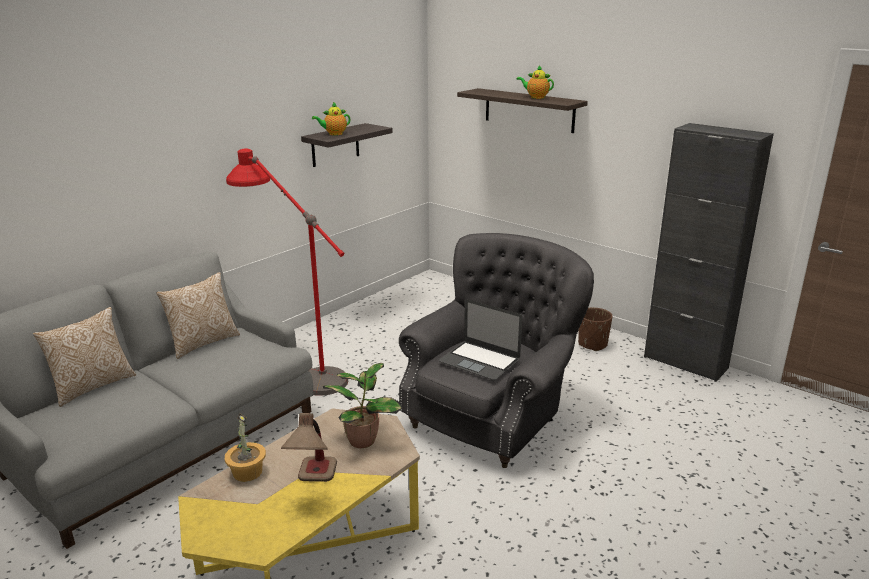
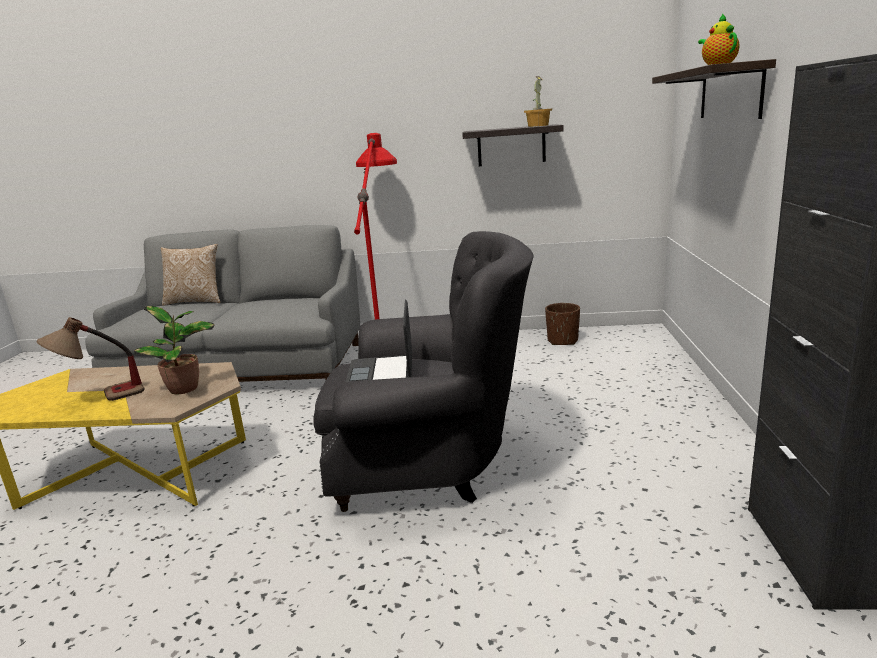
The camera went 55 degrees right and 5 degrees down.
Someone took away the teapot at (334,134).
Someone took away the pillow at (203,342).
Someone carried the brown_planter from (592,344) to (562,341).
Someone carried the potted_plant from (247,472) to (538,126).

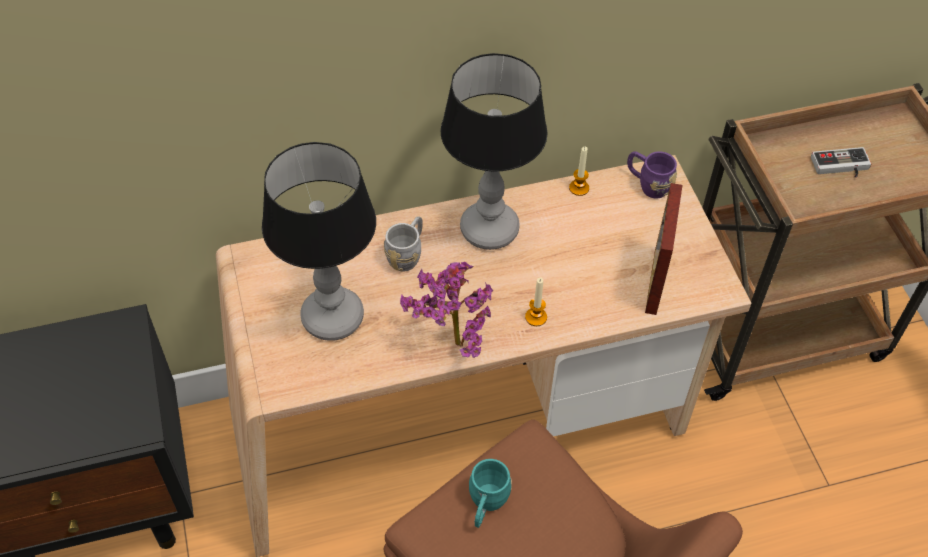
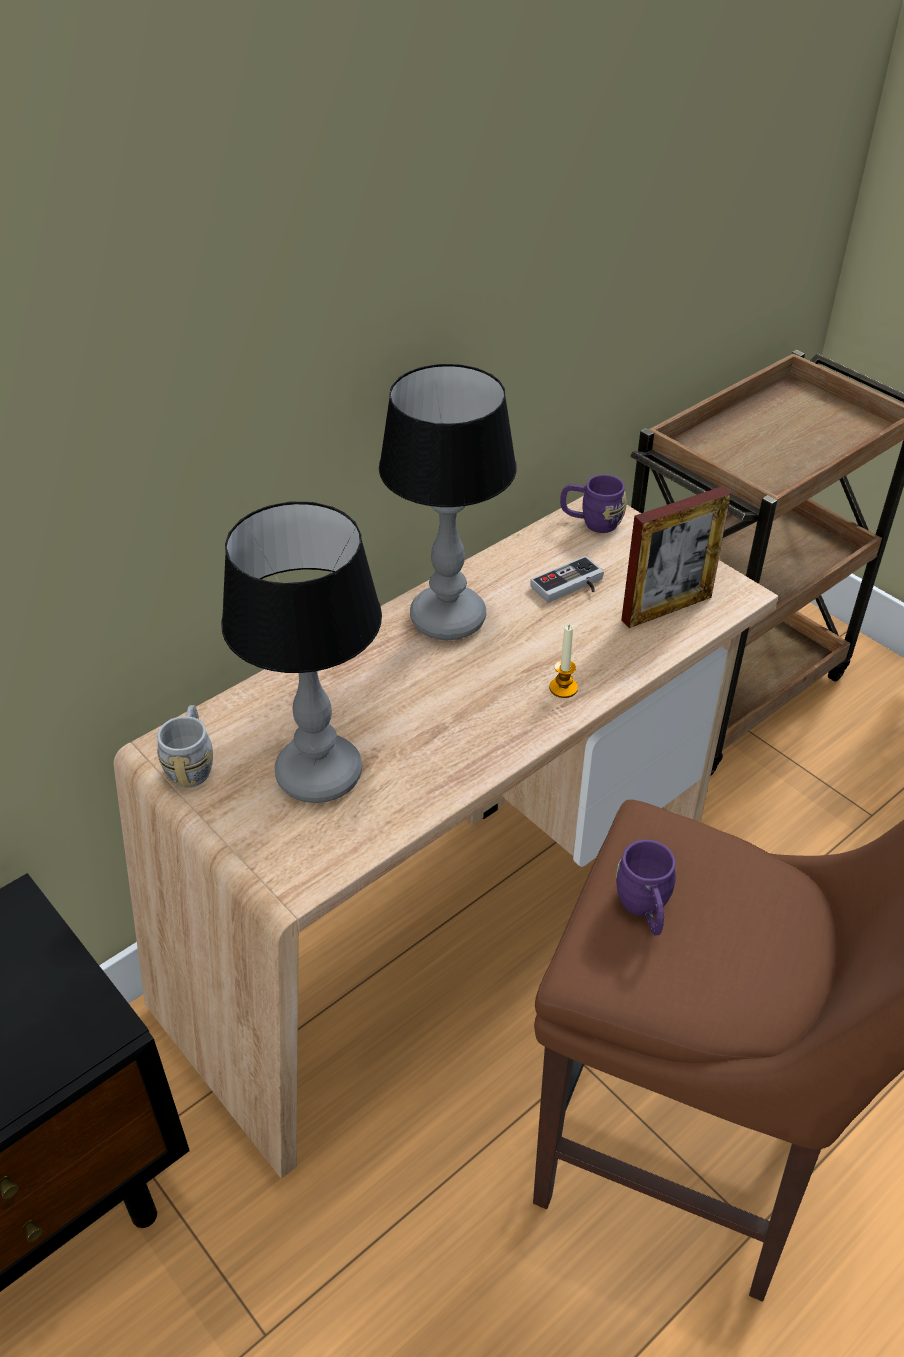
The camera went 25 degrees left and 10 degrees down.
Someone took away the candle at (579,188).
Someone carried the game_controller from (841,167) to (571,587).
Someone rotated the picture_frame at (655,281) by 105 degrees counterclockwise.
Someone carried the grey_mug from (407,254) to (192,763).
Someone took away the potted_plant at (451,341).
Someone repainted the turquoise_mug at (486,505), which became the purple_mug at (645,910).

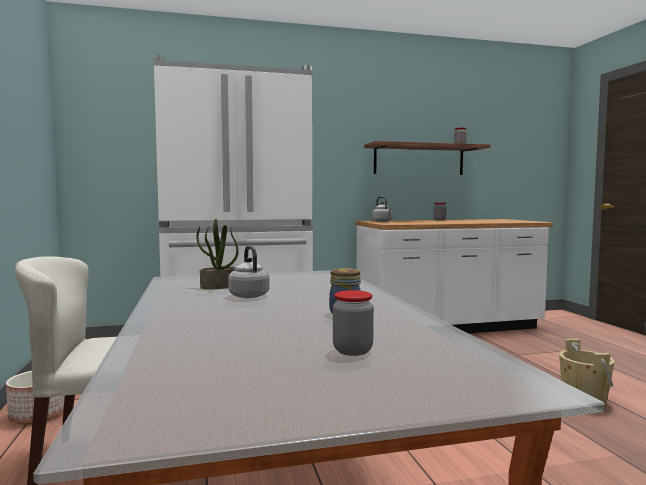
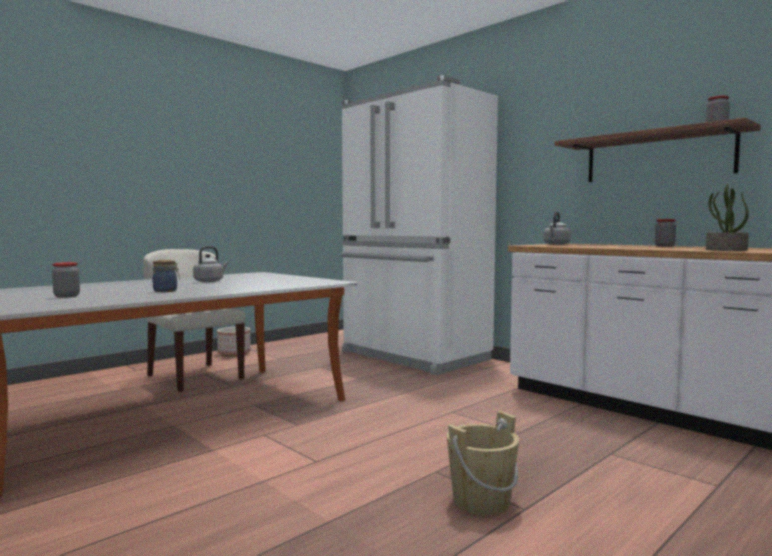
The camera went 60 degrees right and 0 degrees up.
Someone carried the potted_plant from (218,287) to (725,250).

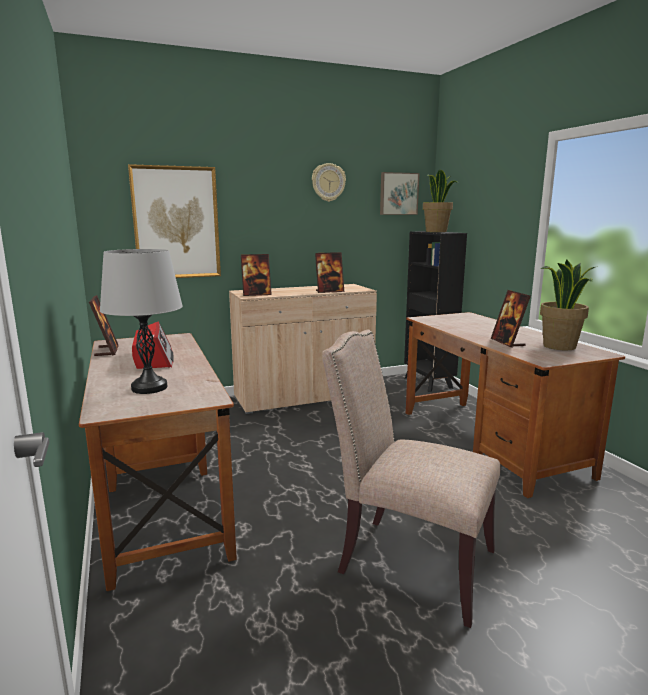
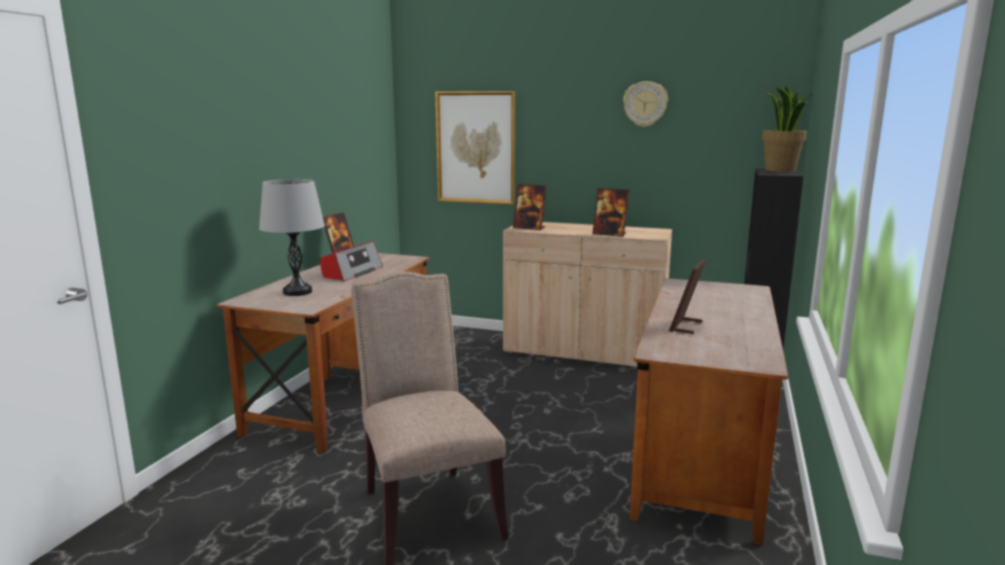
The camera went 40 degrees right and 0 degrees up.
Someone took away the picture at (398,194).
Someone took away the potted_plant at (559,346).

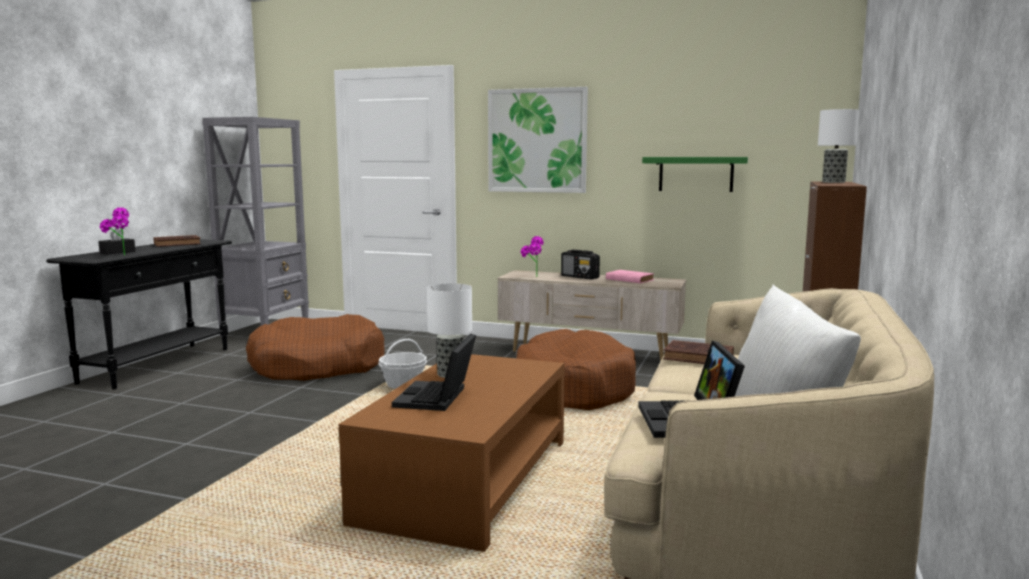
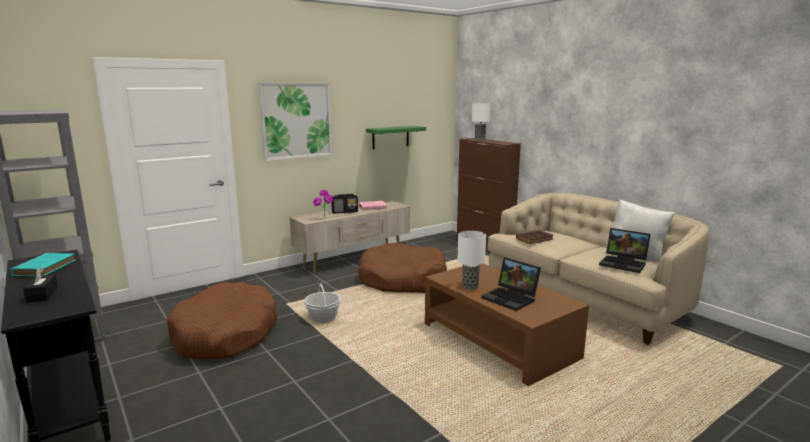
The camera went 55 degrees left and 5 degrees up.
Someone took away the potted_plant at (119,256).
Someone repainted the brown_book at (178,244), which became the turquoise_book at (46,267).

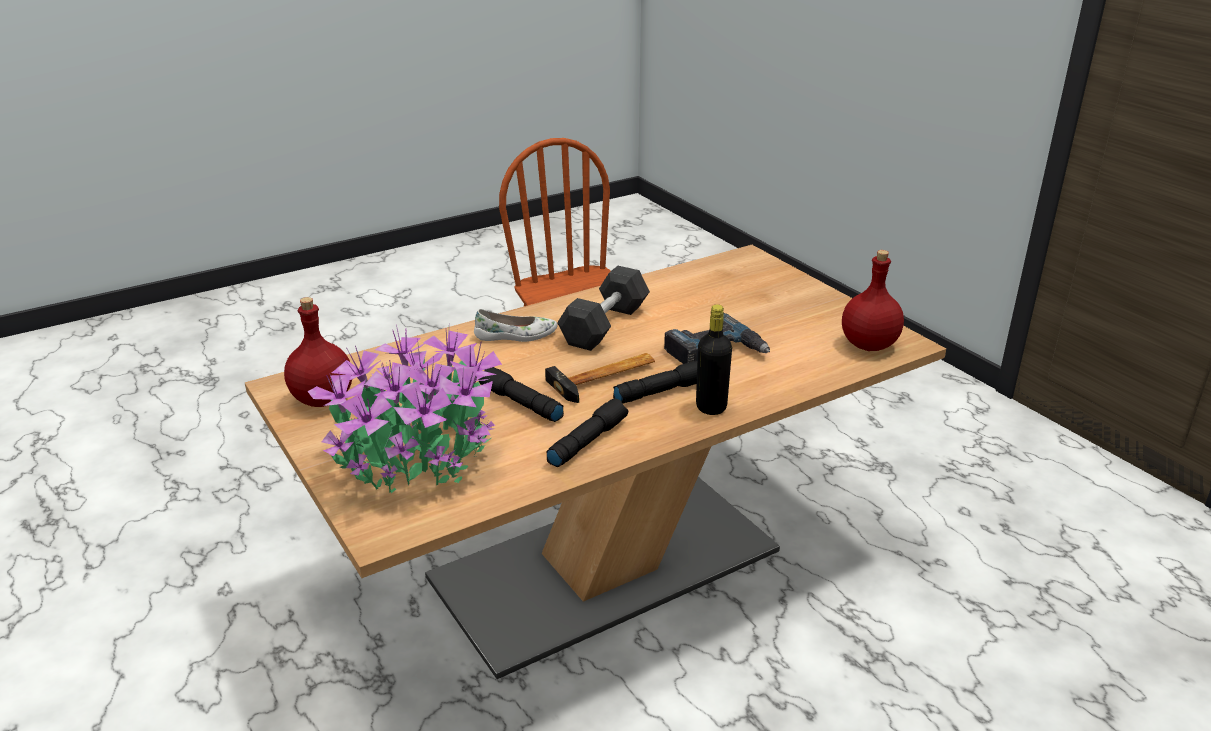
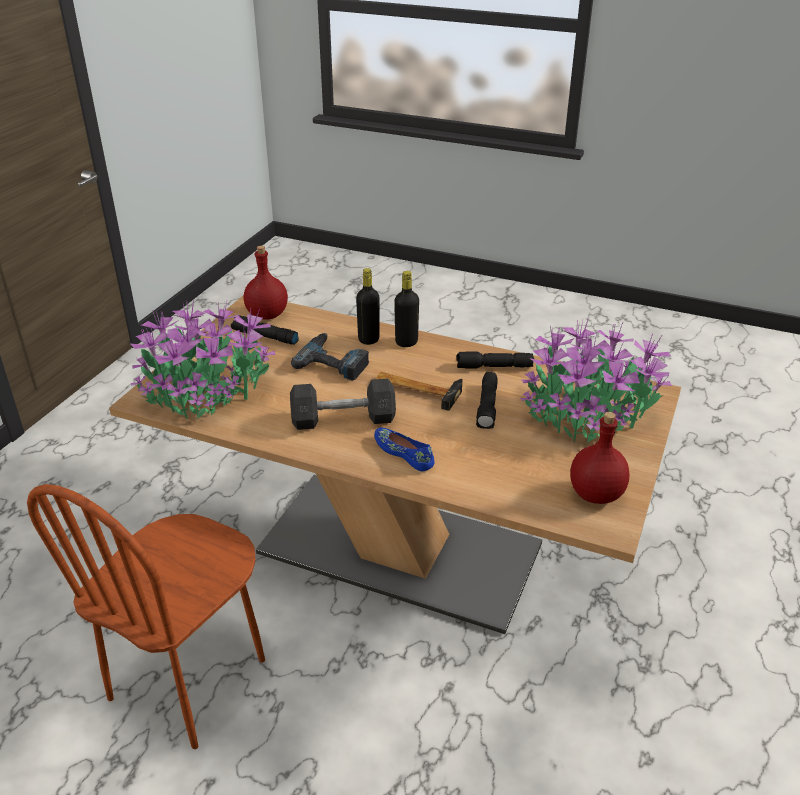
The camera went 125 degrees left and 5 degrees up.
Someone repainted the white_shoe at (516,335), which became the blue_shoe at (404,453).
Someone carried the black_flashlight from (661,391) to (264,337).
Someone put down the black_bottle at (368,339).
Someone put down the potted_plant at (207,393).

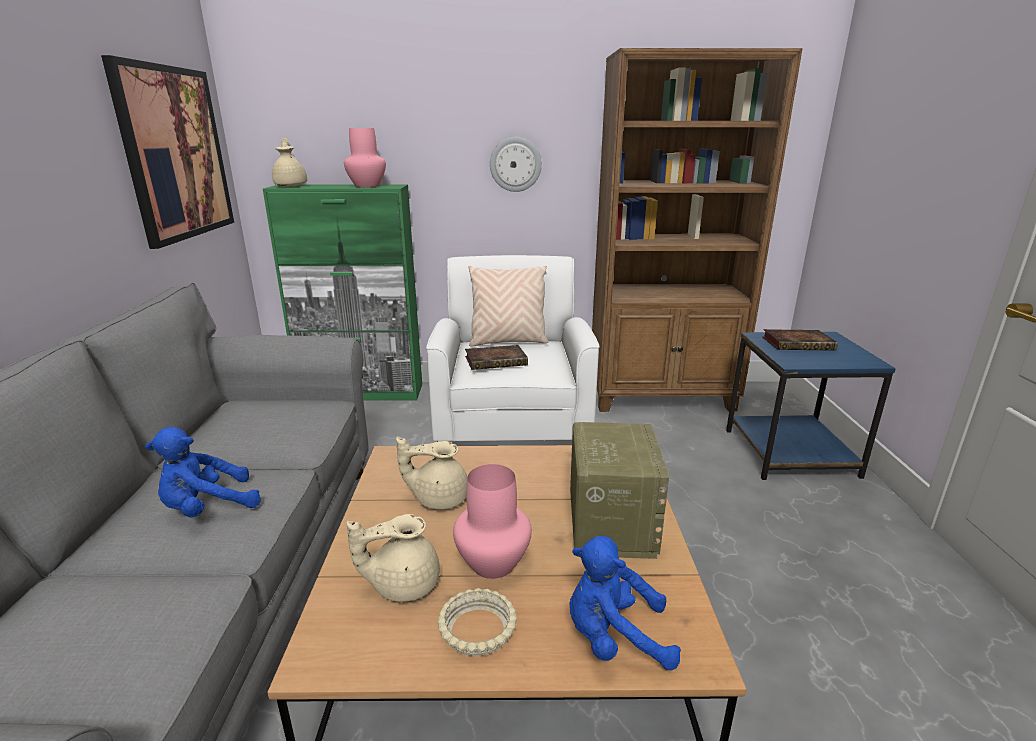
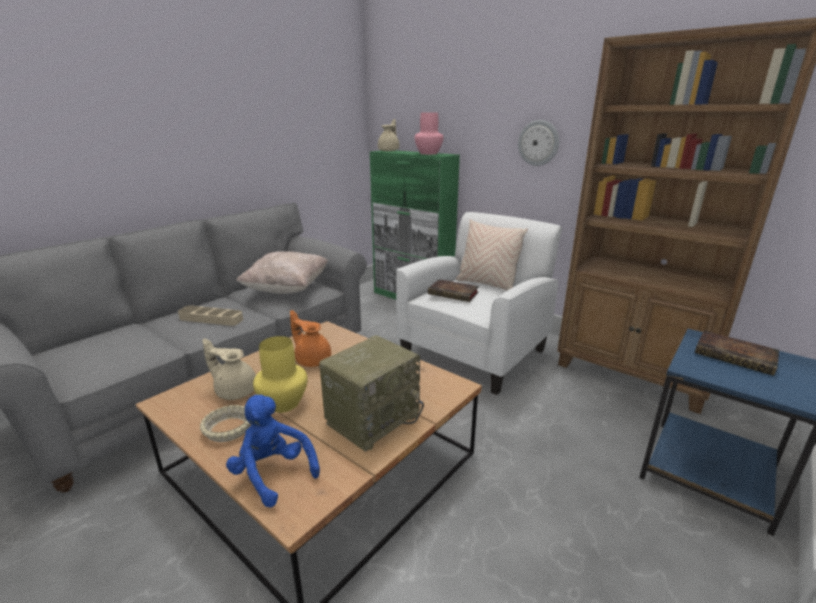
The camera went 40 degrees right and 0 degrees up.
Someone took away the picture at (175,154).
Someone swapped the blue_plush_toy at (208,508) for the beige_tray at (211,319).
Someone repainted the beige_teapot at (439,498), which became the orange_teapot at (312,359).
Someone repainted the pink_vase at (493,563), which became the yellow_vase at (283,404).
Someone put down the beige_pillow at (287,289).

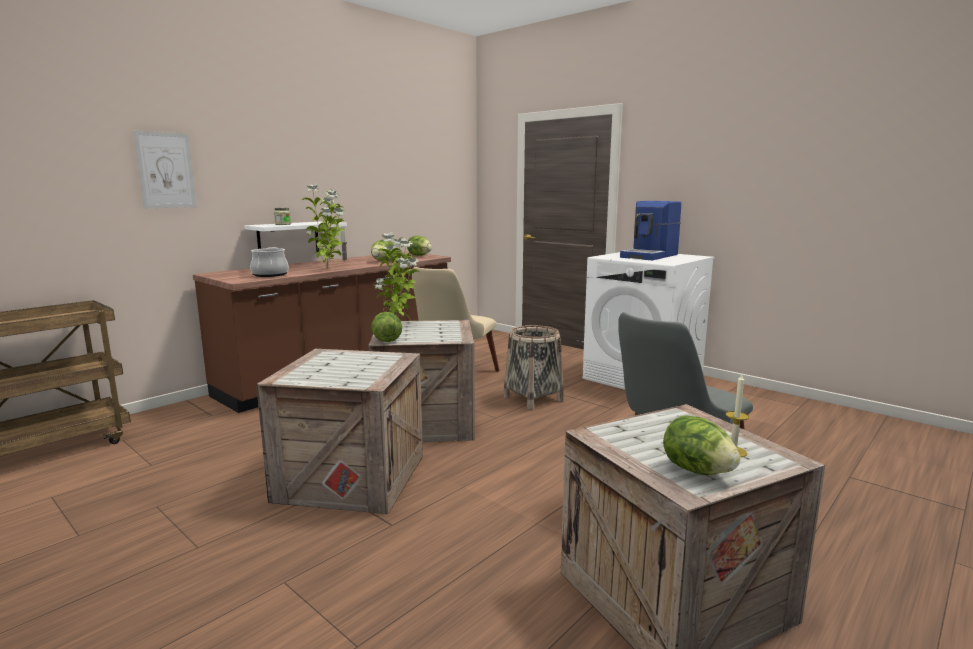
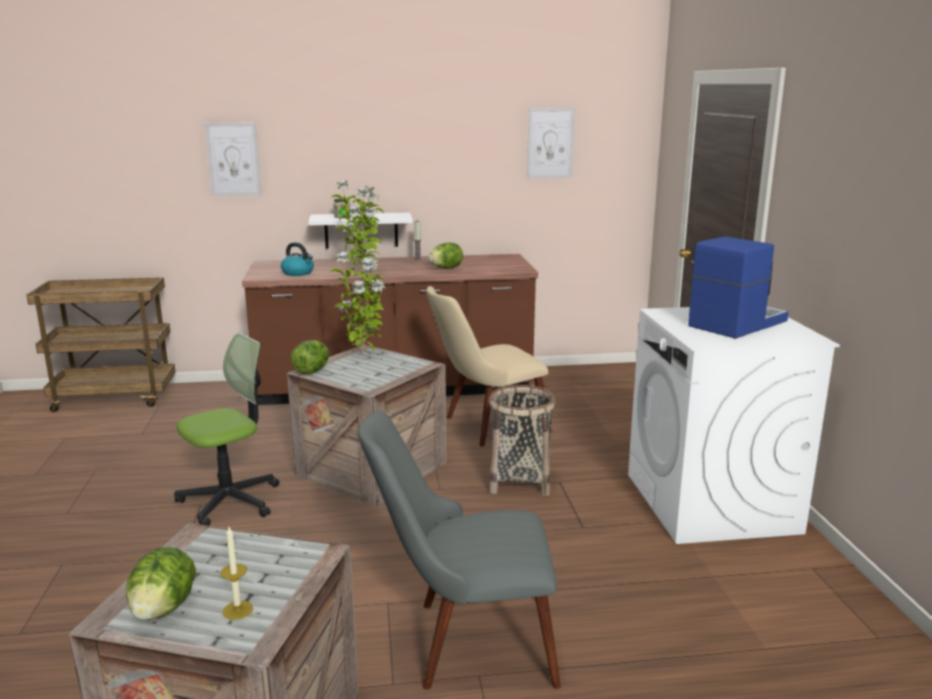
The camera went 40 degrees right and 5 degrees up.
Someone rotated the coffee_machine at (650,256) by 150 degrees clockwise.
Someone took away the lettuce at (419,255).
Someone swapped the cooking_pot at (270,274) for the kettle at (298,273).
Someone swapped the crate at (354,476) for the office_chair at (230,500).
Someone put up the picture at (550,143).

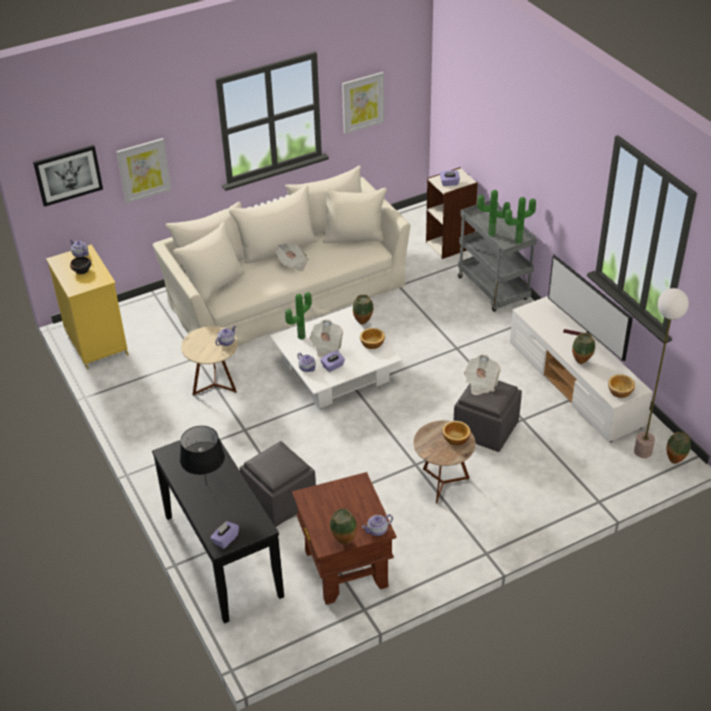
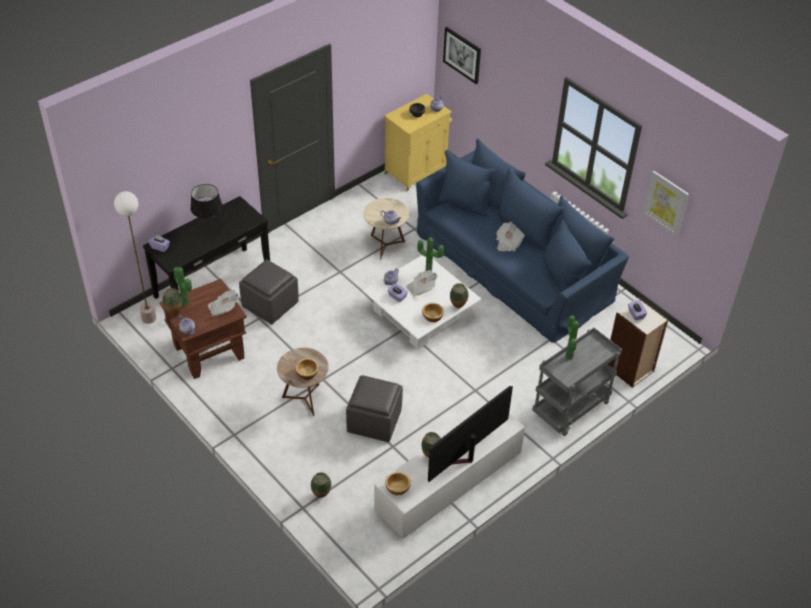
The camera went 75 degrees right and 5 degrees up.
Someone took away the picture at (144,170).
Someone repainted the beige_sofa at (287,293), which became the blue_sofa at (513,266).
Someone carried the potted_plant from (517,241) to (186,303).
Someone carried the floor_lamp from (643,452) to (148,318).
Someone carried the newspaper from (481,383) to (223,308).
Someone carried the vase from (675,461) to (321,495).

